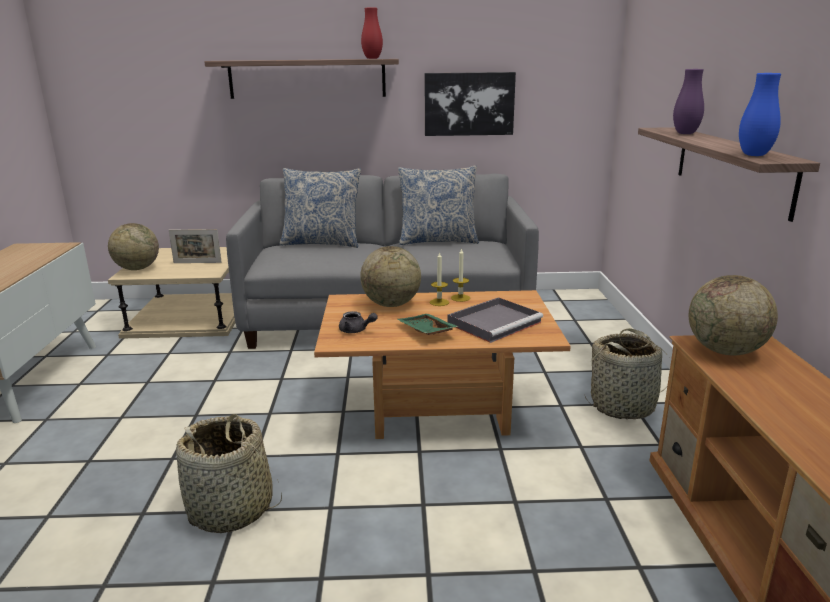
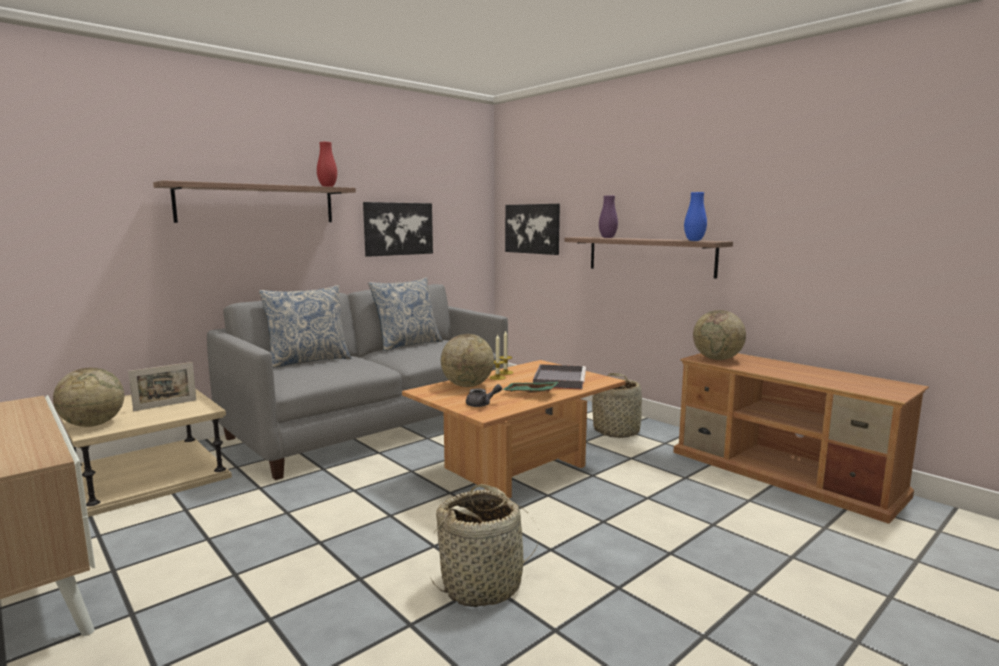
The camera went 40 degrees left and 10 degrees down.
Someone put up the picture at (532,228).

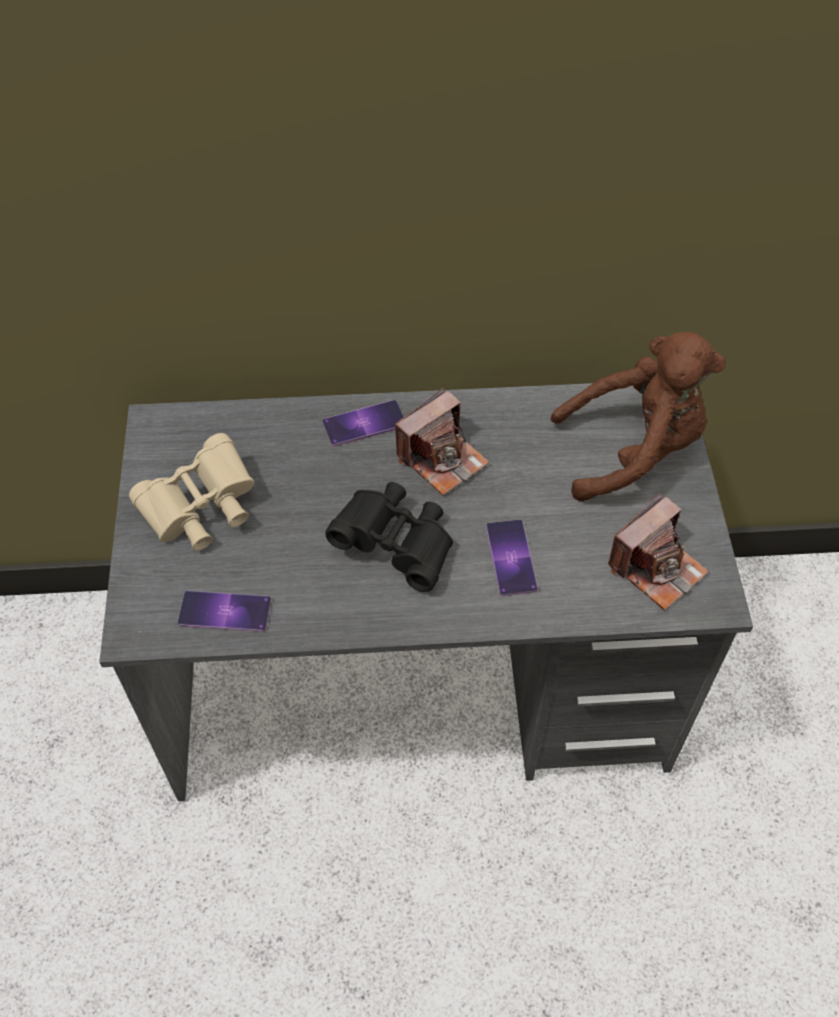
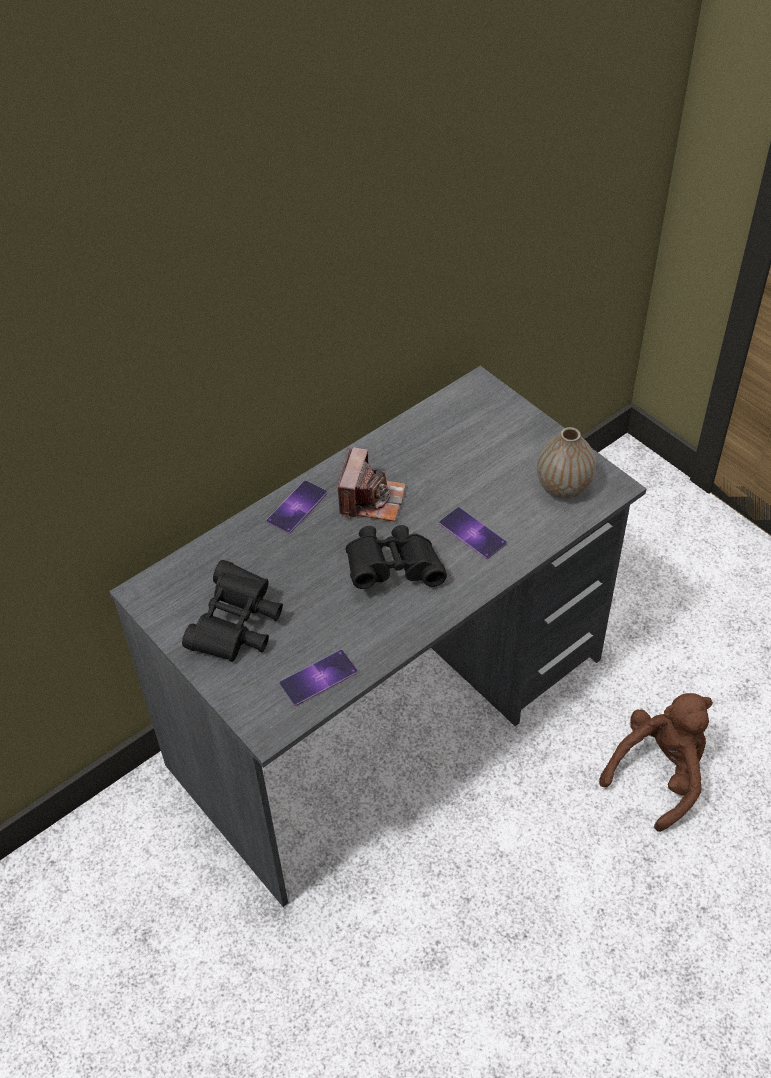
The camera went 35 degrees left and 5 degrees down.
Someone carried the brown_plush_toy from (633,450) to (659,774).
Someone repainted the beige_binoculars at (201,510), which became the black_binoculars at (237,627).
Someone swapped the photo_camera at (656,567) for the vase at (563,487).

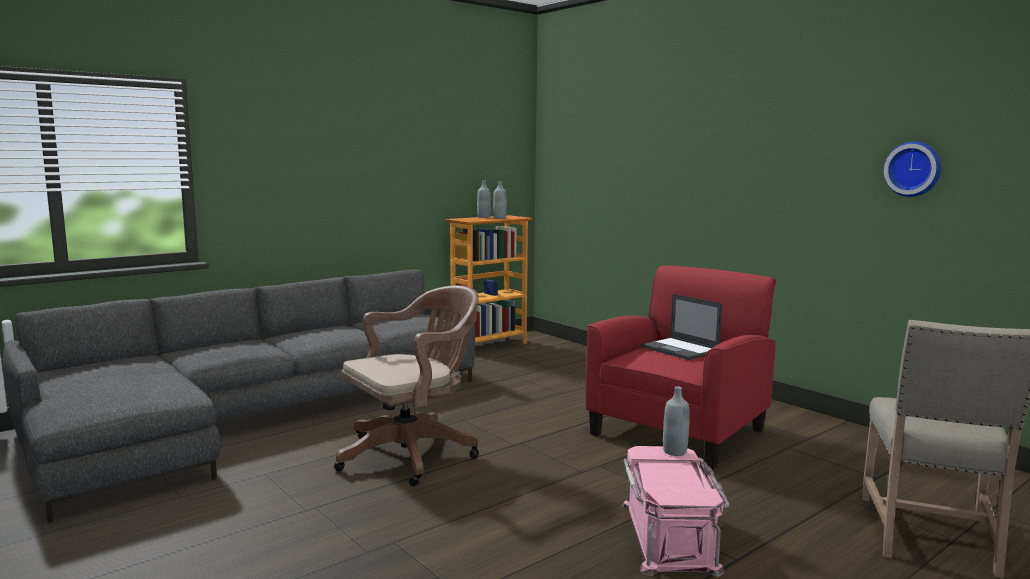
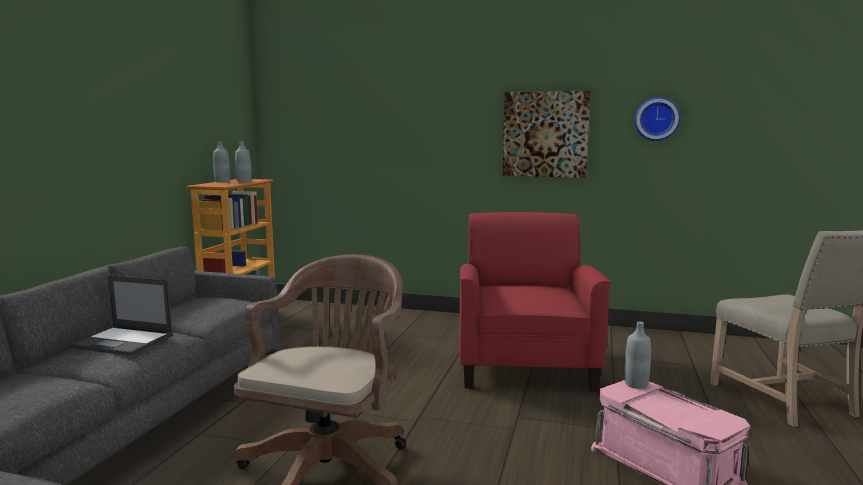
The camera went 35 degrees left and 0 degrees up.
Someone carried the laptop from (680,349) to (123,341).
Someone put up the picture at (545,134).

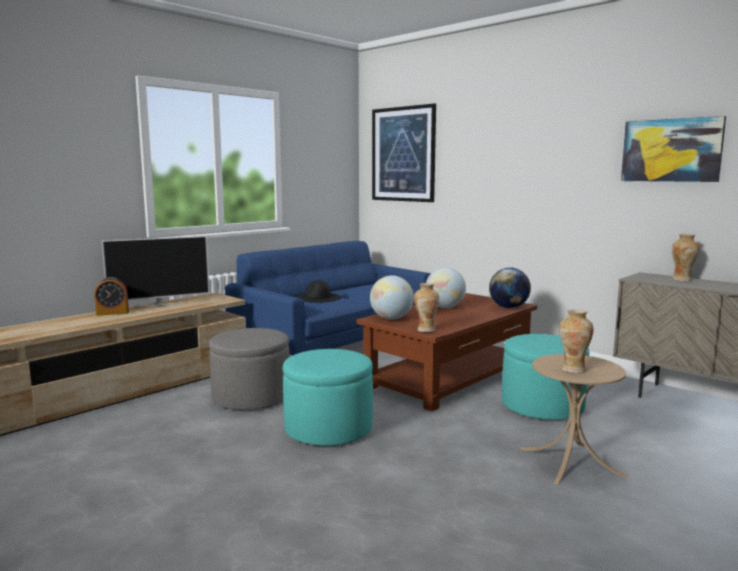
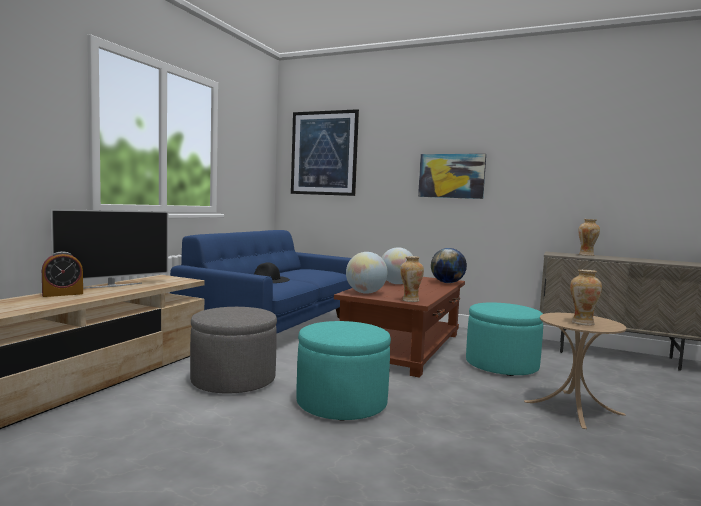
The camera went 20 degrees left and 5 degrees down.
Someone carried the picture from (671,150) to (451,176).

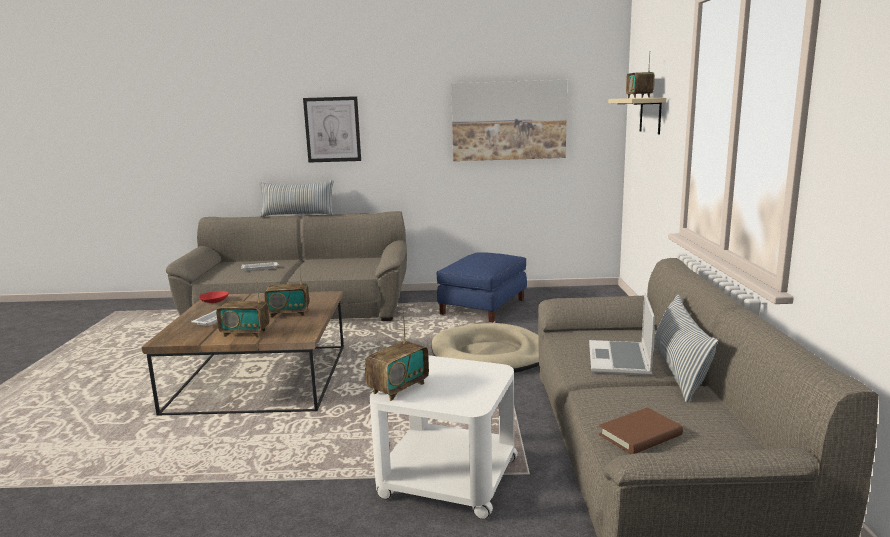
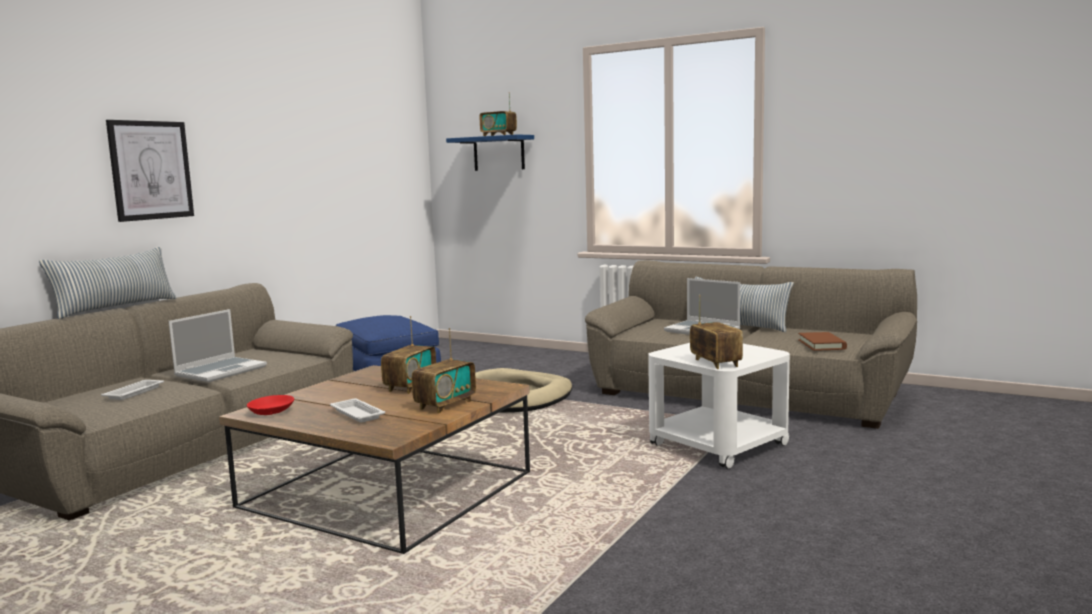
The camera went 60 degrees left and 5 degrees down.
Someone took away the picture at (508,120).
Someone repainted the beige_shelf at (650,115), which became the blue_shelf at (499,153).
Someone put down the laptop at (221,371).

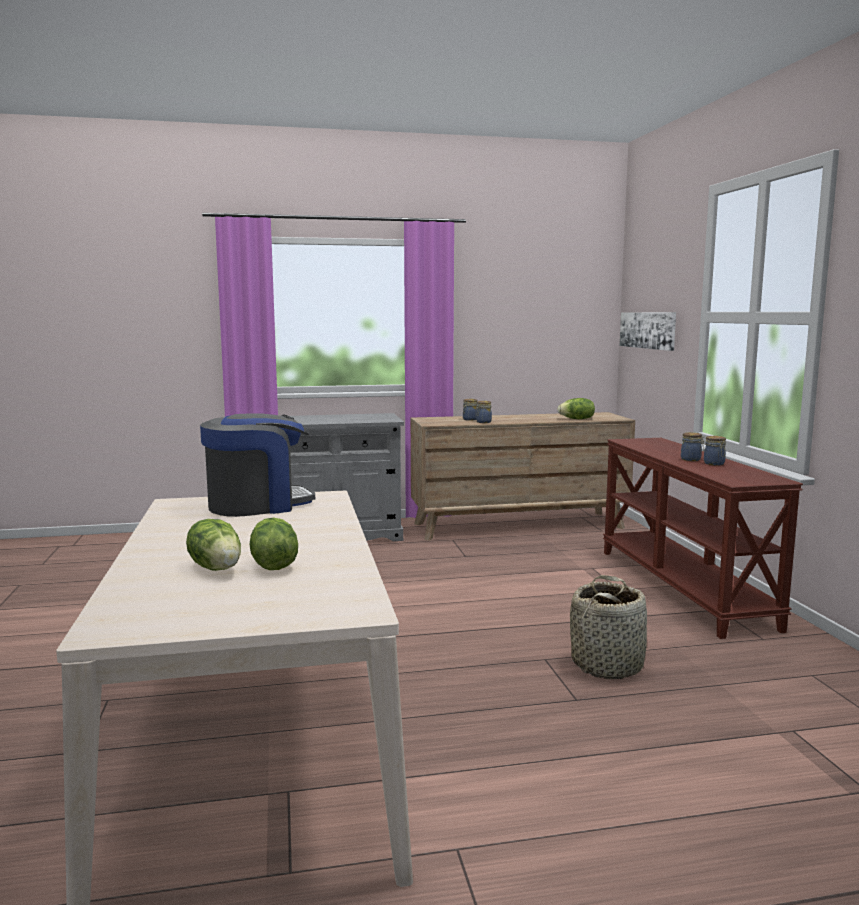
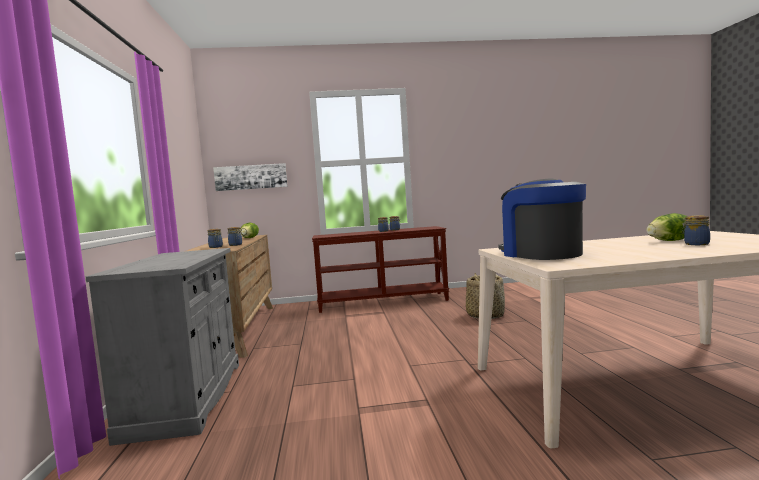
The camera went 85 degrees left and 5 degrees down.
Someone swapped the lettuce at (217,567) for the jar at (695,244).

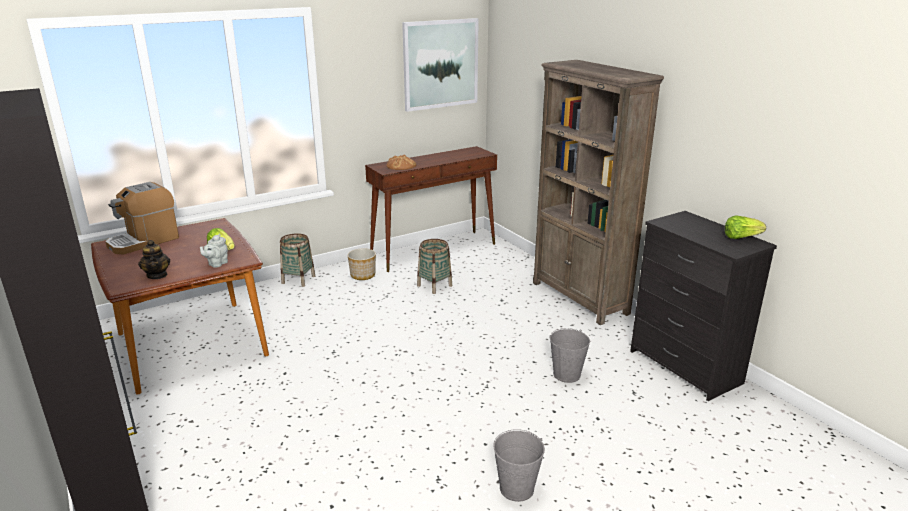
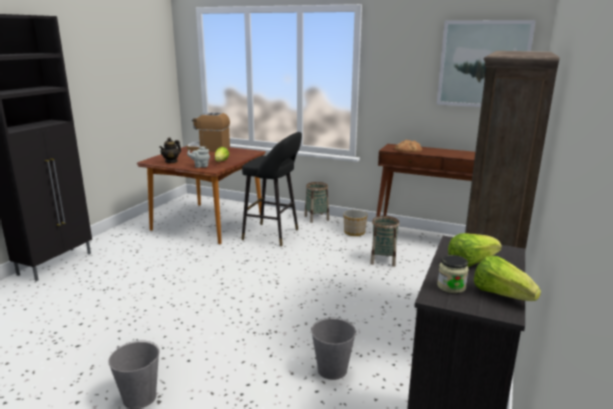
The camera went 55 degrees right and 5 degrees down.
Someone put down the black_stool at (274,235).
Someone put down the lettuce at (470,263).
Someone put down the jar at (451,286).

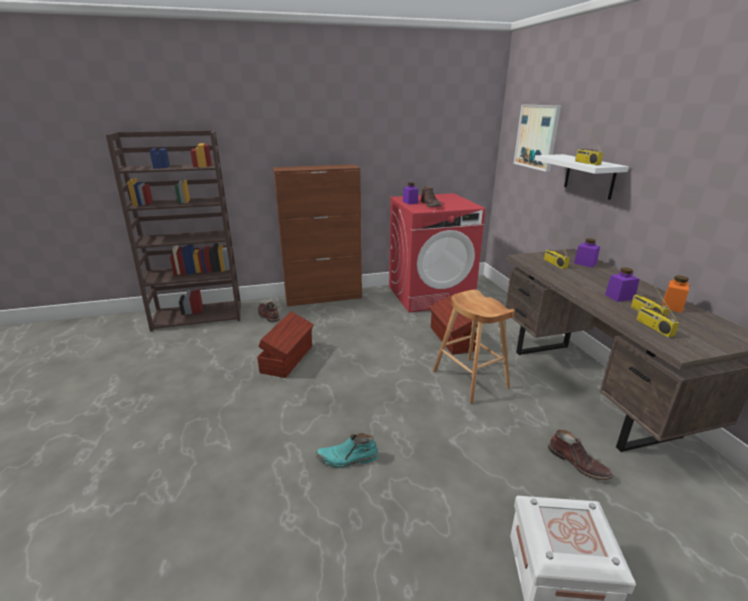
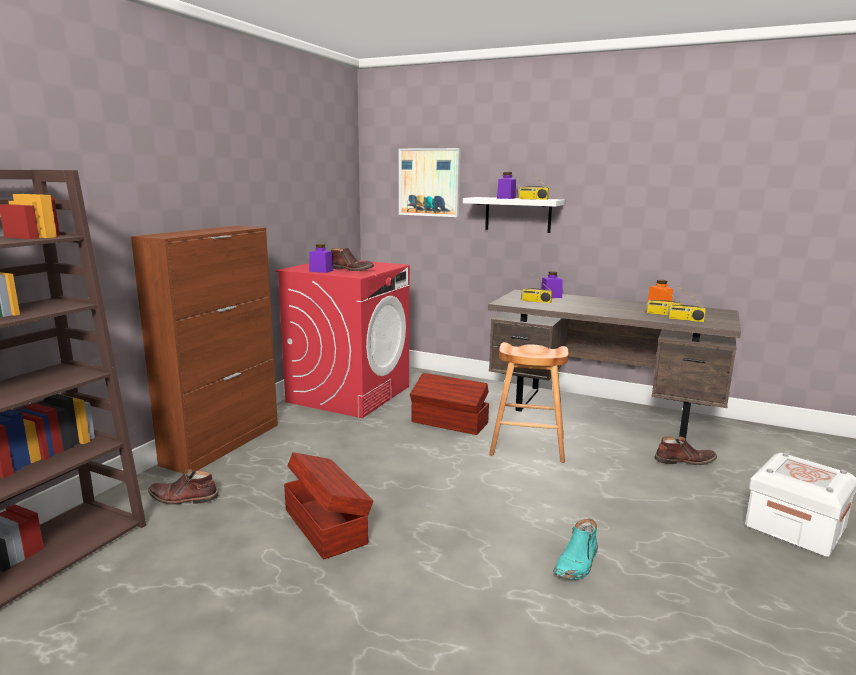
The camera went 50 degrees left and 10 degrees down.
Someone carried the purple_jar from (619,297) to (506,198).

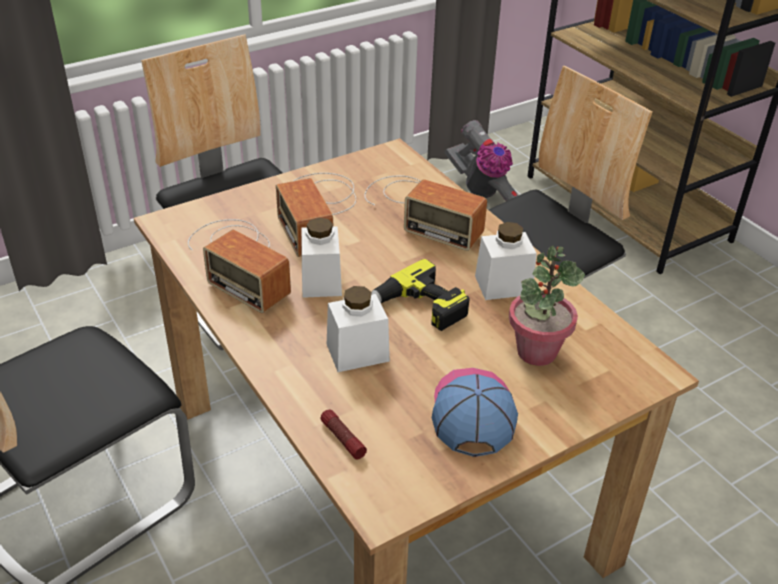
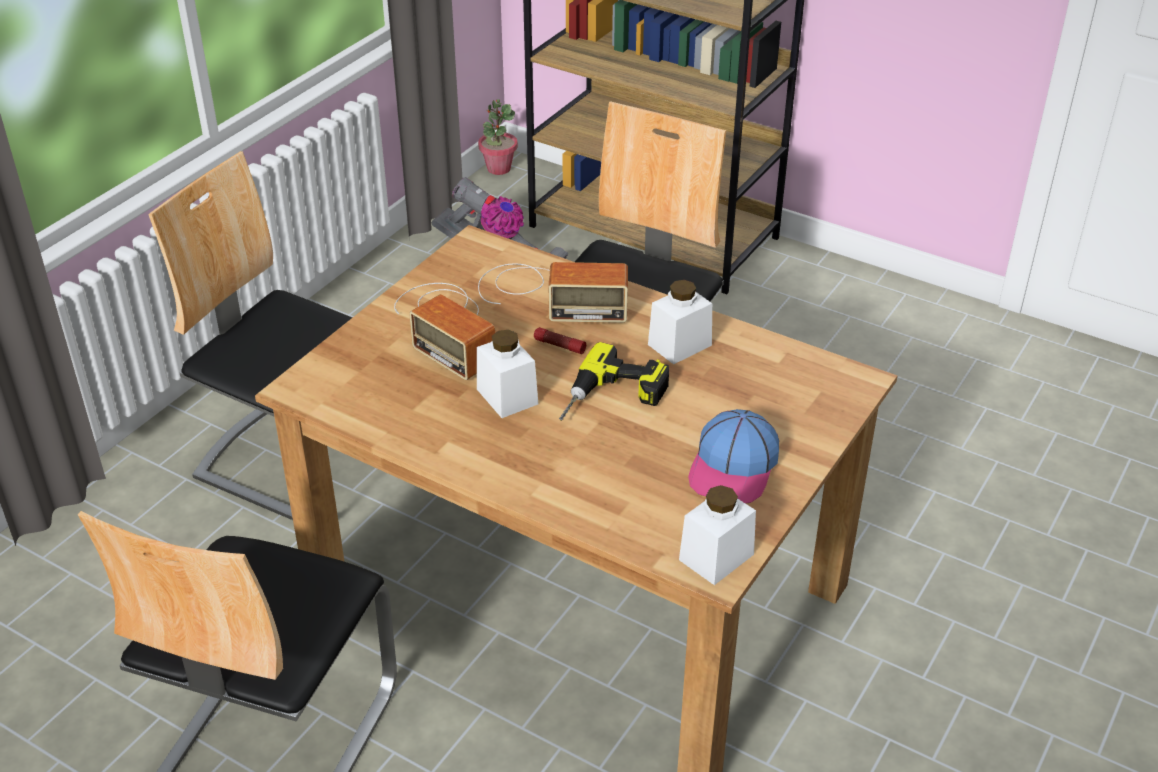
The camera went 25 degrees left and 0 degrees up.
Someone took away the radio at (240,260).
Someone carried the potted_plant from (536,352) to (498,168).
Someone carried the white_jar from (357,352) to (716,557).
Someone rotated the cap at (472,412) by 135 degrees counterclockwise.
Someone carried the flashlight from (342,439) to (559,346).

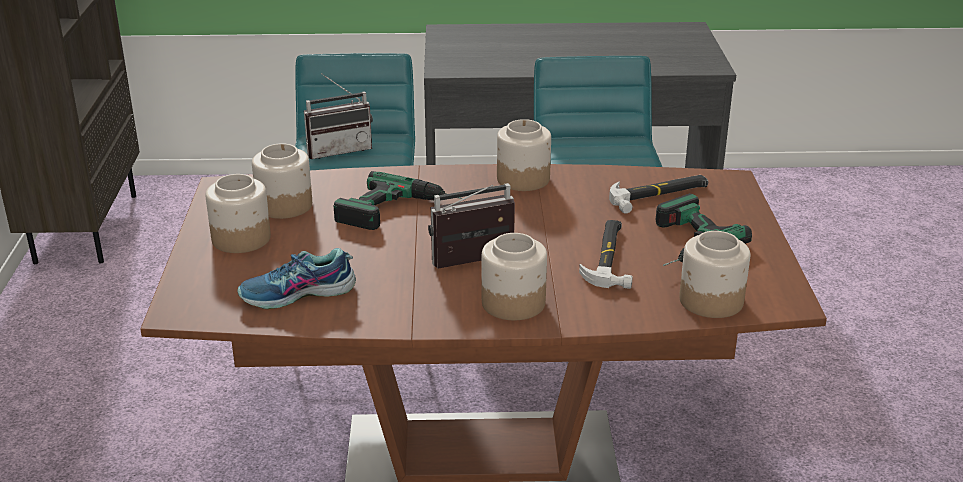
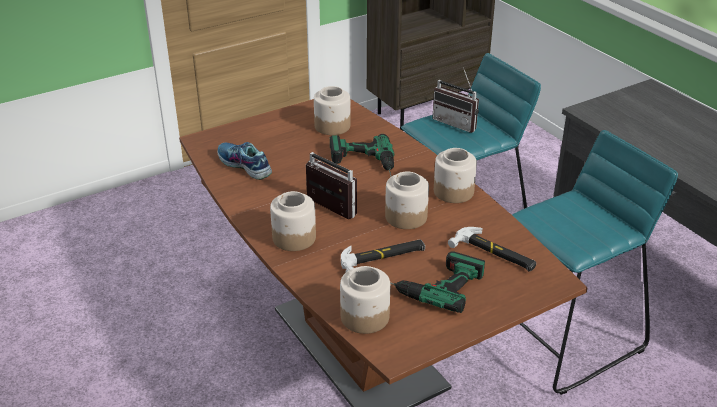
The camera went 60 degrees right and 5 degrees up.
Someone carried the jar from (240,239) to (405,217).

